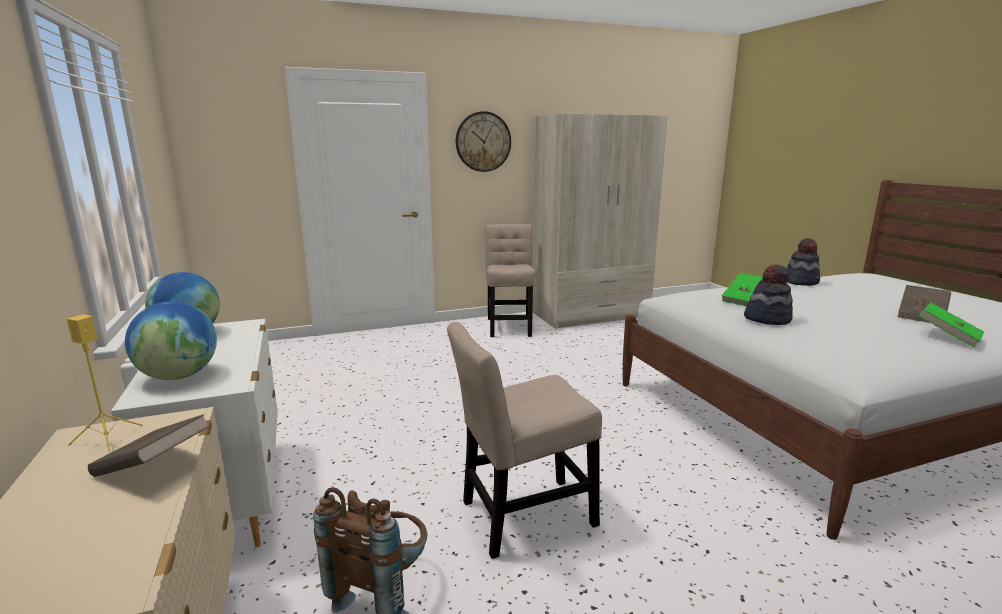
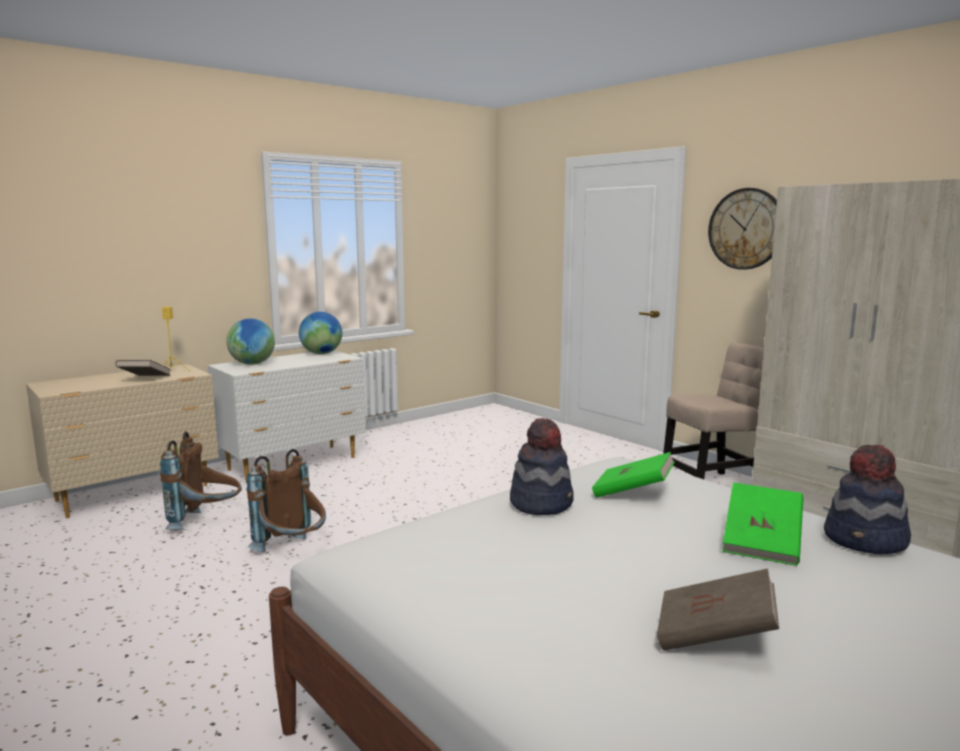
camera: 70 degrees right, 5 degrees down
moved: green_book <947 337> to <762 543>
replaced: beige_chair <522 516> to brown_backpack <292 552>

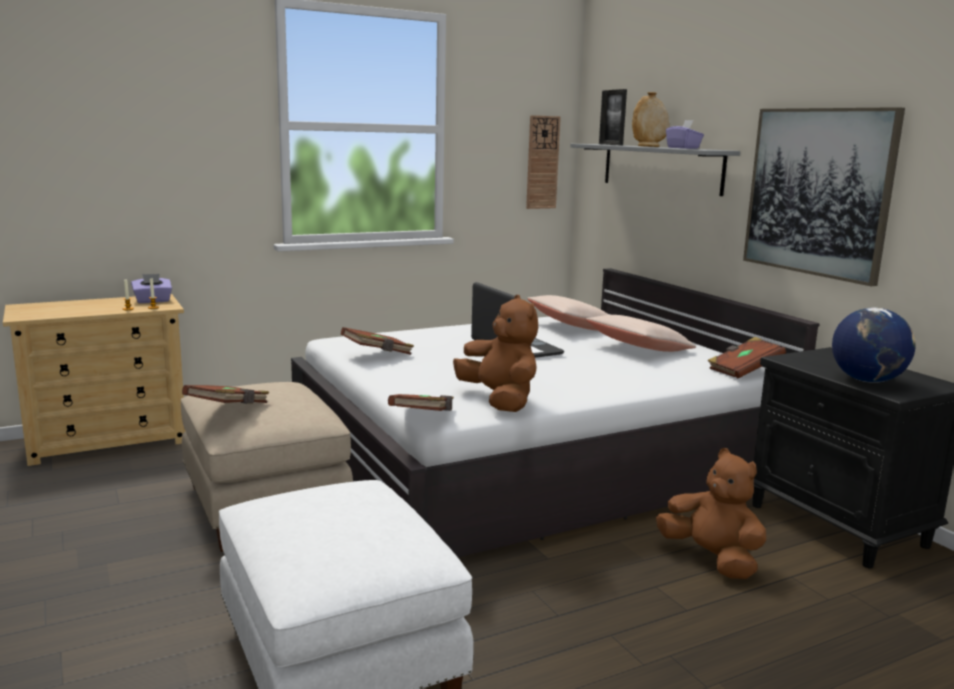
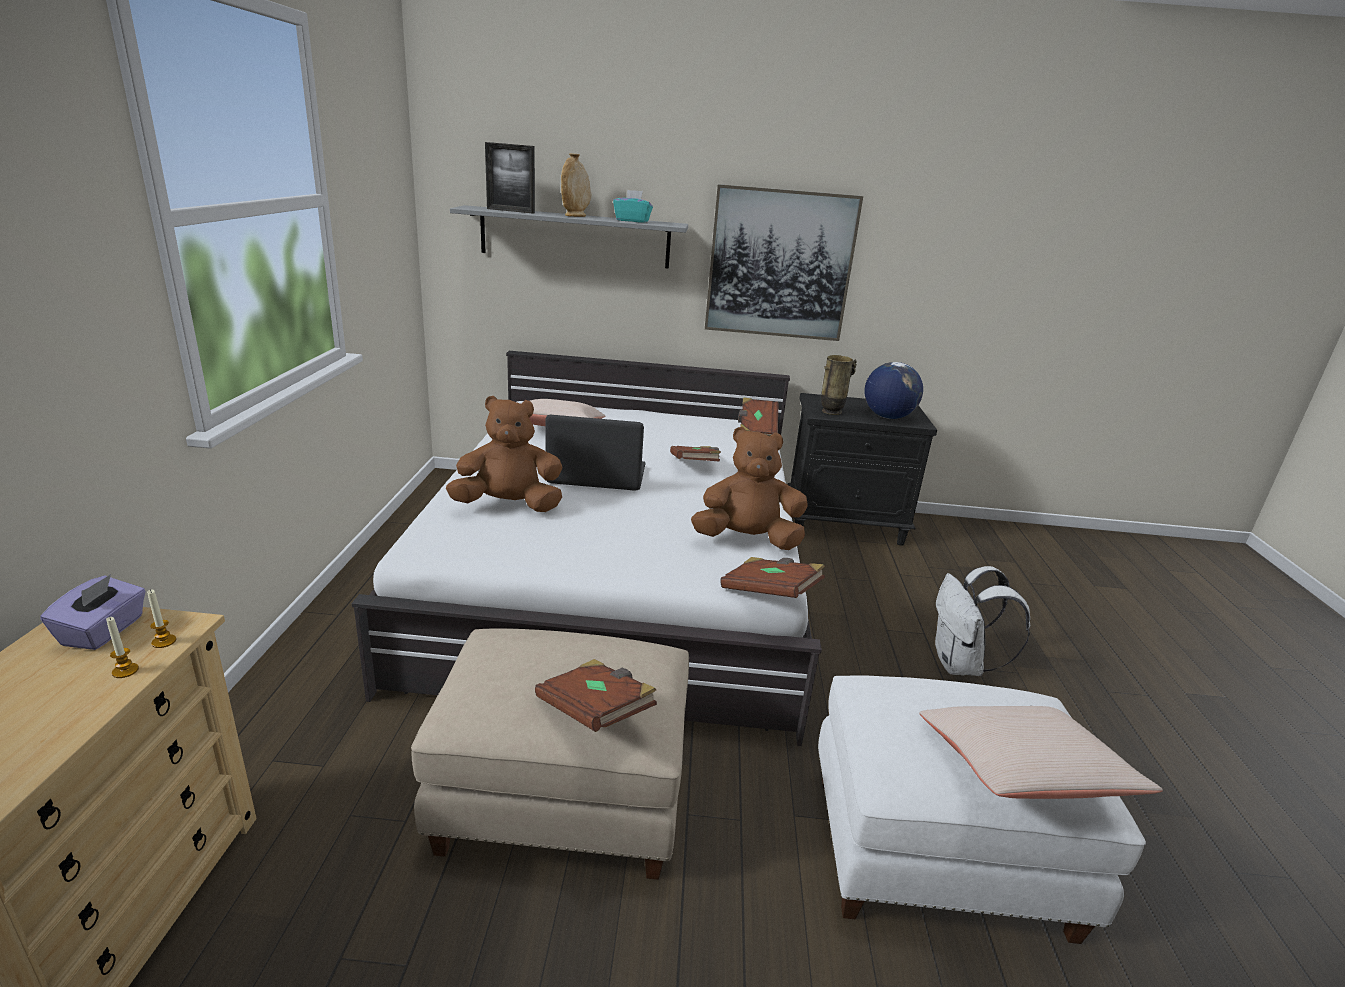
camera: 60 degrees left, 10 degrees up
removed: wall_clock <542 162>
added: vase <831 412>; white_backpack <960 665>
moved: brown_plush_toy <711 559> to <509 505>; brown_book <378 354> to <694 466>; beige_pillow <639 349> to <1021 773>
recoloured: purple_tissue_box <683 148> to turquoise_tissue_box <632 221>

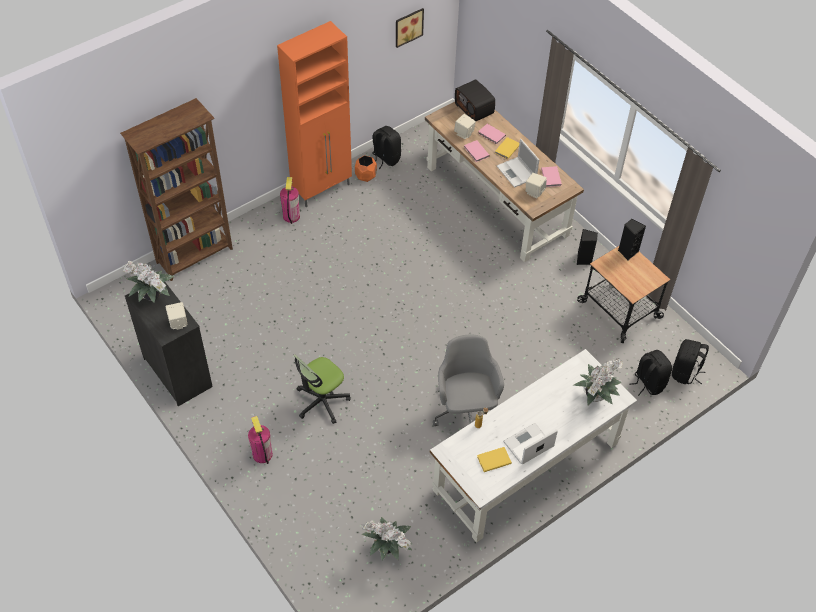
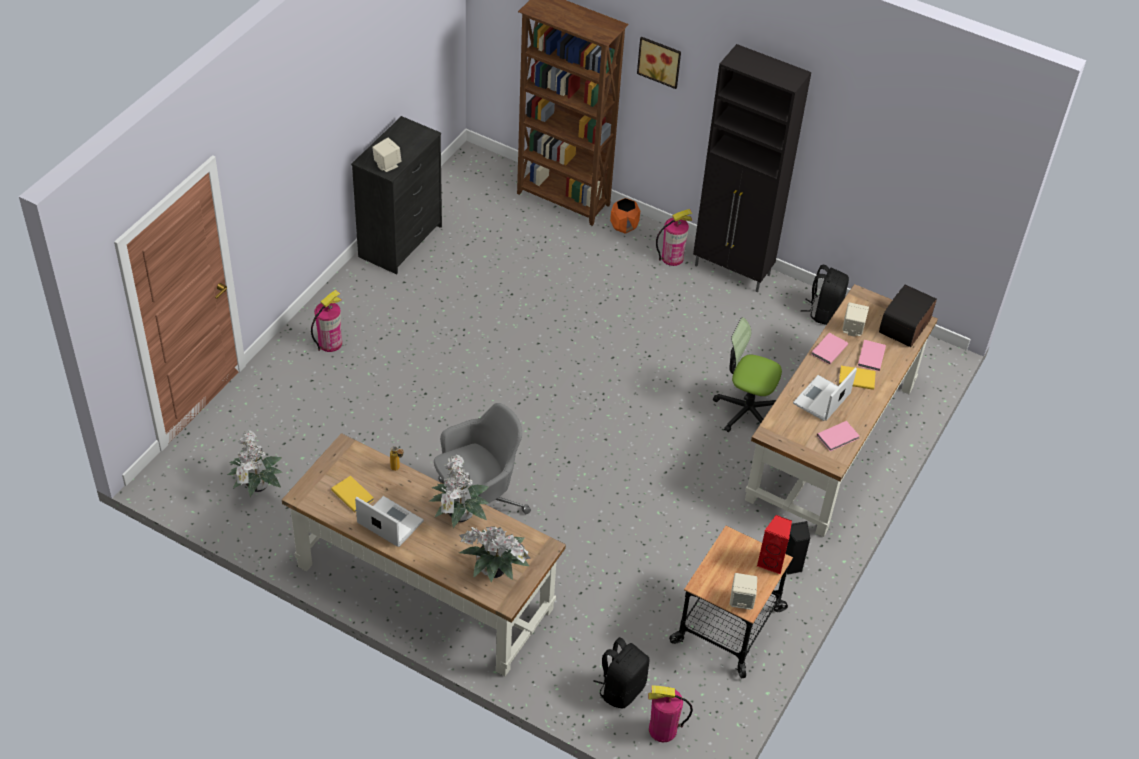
camera: 65 degrees right, 5 degrees down
moved: potted_plant <153 297> to <459 517>; orange_planter <366 176> to <624 226>; picture <408 26> to <660 61>; office_chair <321 401> to <746 410>; beige_speaker <534 192> to <741 600>
replaced: black_backpack <685 373> to fire_extinguisher <662 730>
recoloured: white_desk <526 467> to brown_desk <423 587>; orange_cabinet <322 189> to black_cabinet <733 271>; black_speaker <627 252> to red_speaker <772 562>

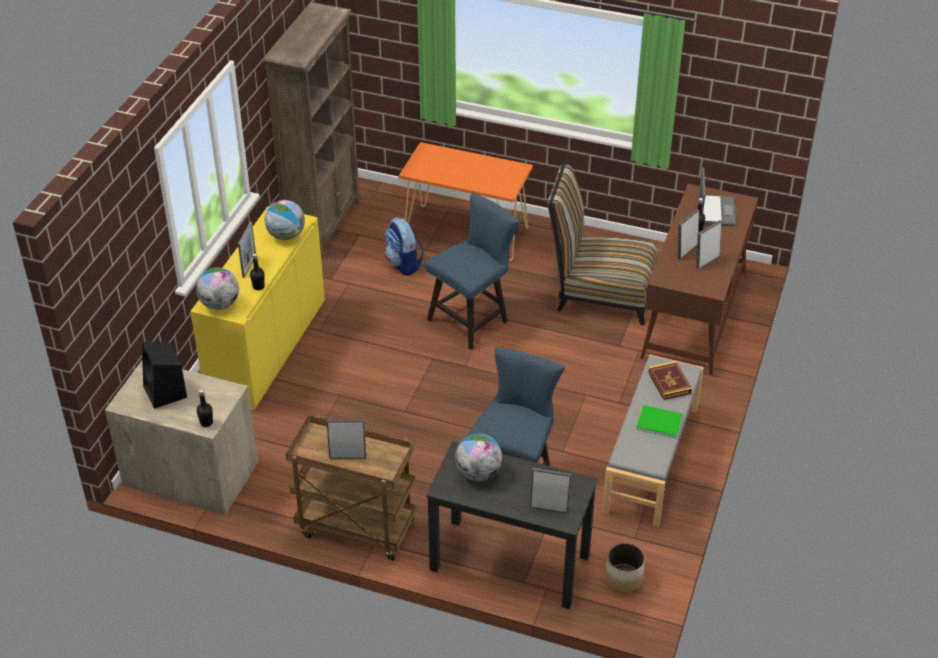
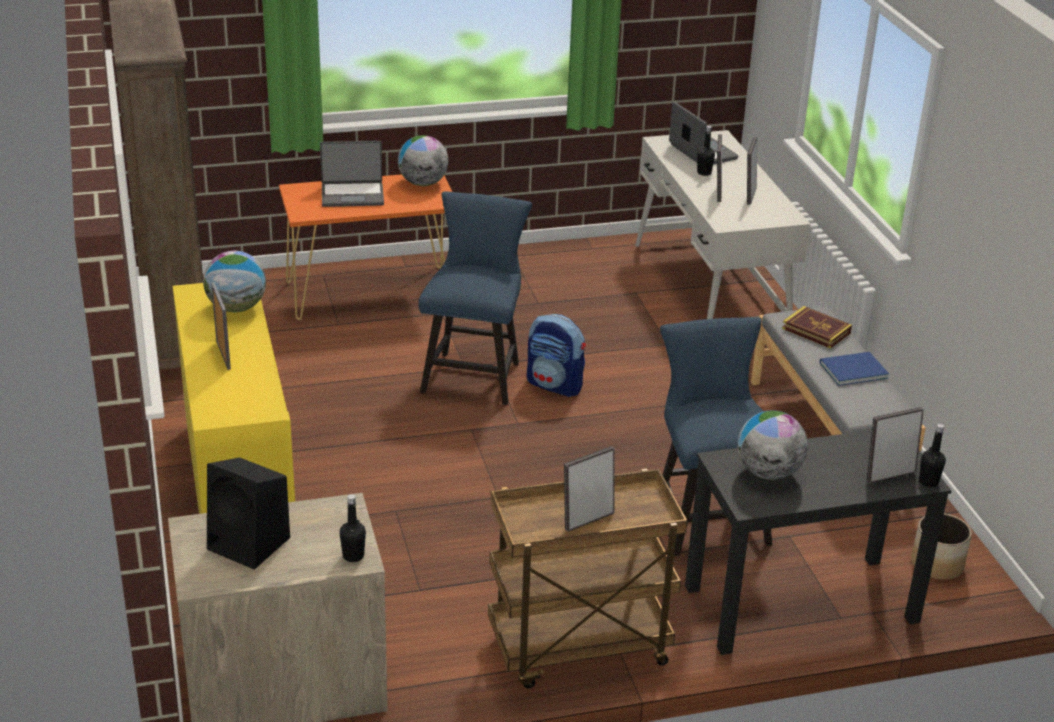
camera: 35 degrees left, 10 degrees down
removed: chair <599 292>
added: laptop <352 195>
moved: globe <220 304> to <423 183>; backpack <404 264> to <555 385>; black_bottle <258 286> to <928 482>
recoloured: brown_desk <694 314> to white_desk <710 289>; green_book <658 421> to blue_book <851 370>

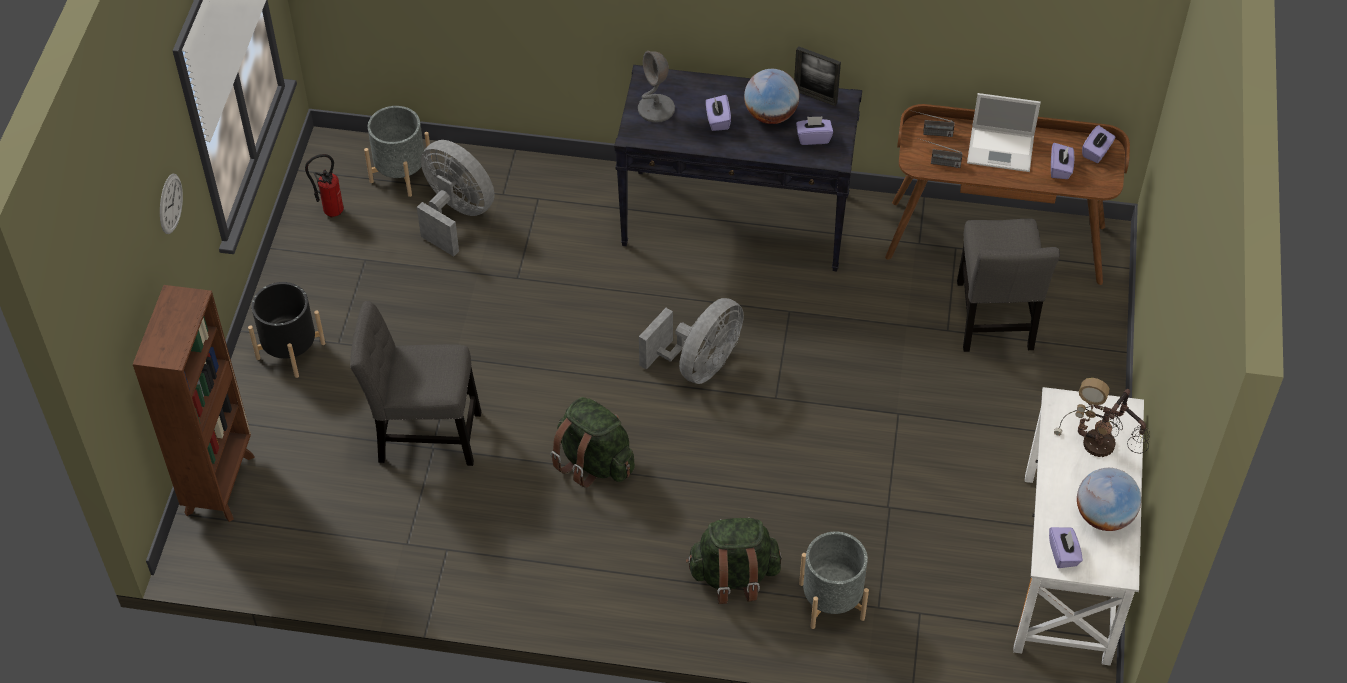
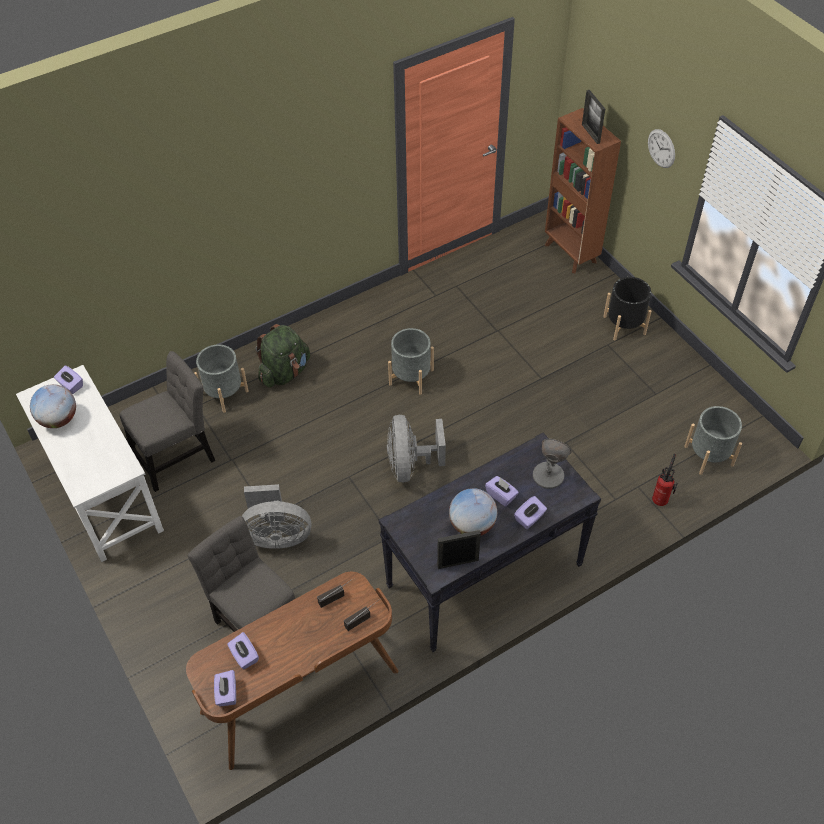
camera: 140 degrees right, 0 degrees up
removed: laptop <1002 149>; table_lamp <1100 446>
added: picture_frame <590 134>
moved: grey_chair <423 435> to <178 457>; grey_fan <455 215> to <276 536>; purple_tissue_box <813 138> to <529 518>; fire_extinguisher <330 212> to <661 499>
replaced: green_backpack <593 462> to grey_planter <411 377>

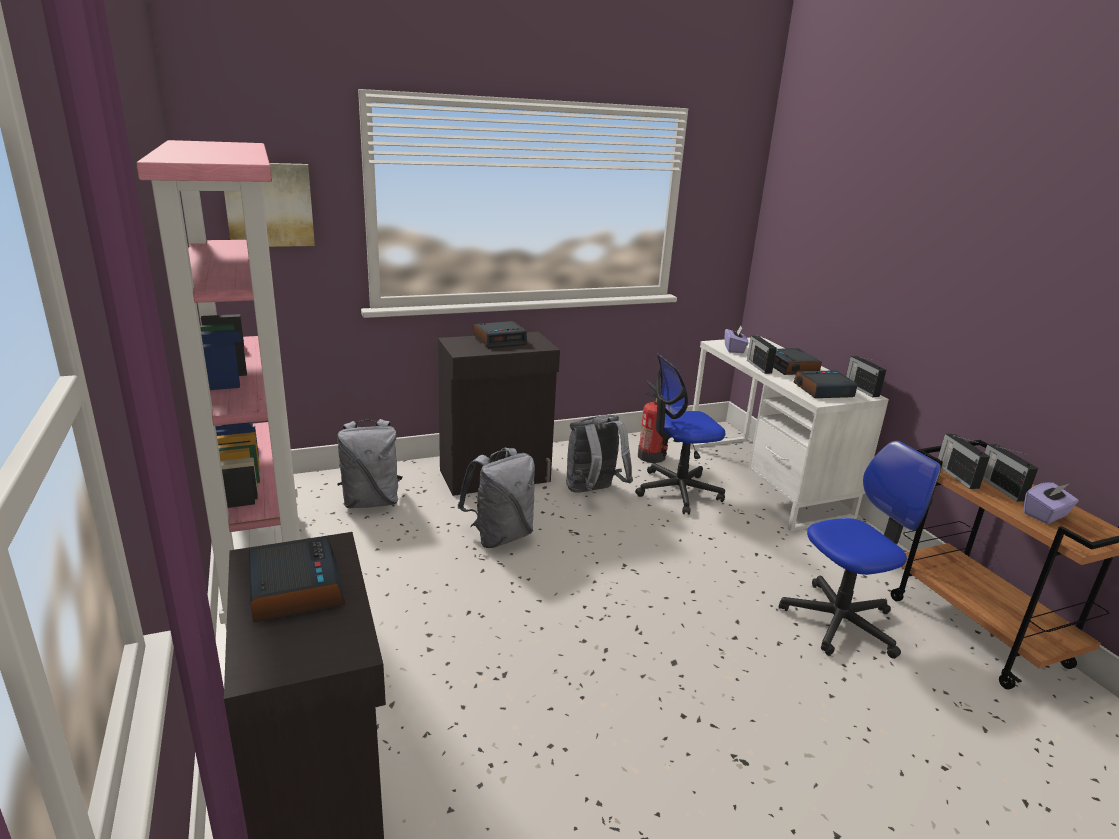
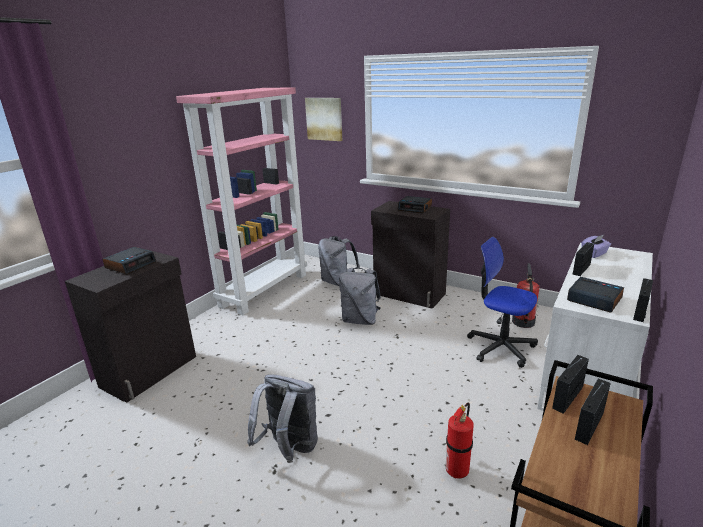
camera: 55 degrees right, 0 degrees up
removed: alarm_clock <792 368>; purple_tissue_box <1045 515>
moved: grey_backpack <593 492> to <289 449>
replaced: office_chair <840 621> to fire_extinguisher <458 470>

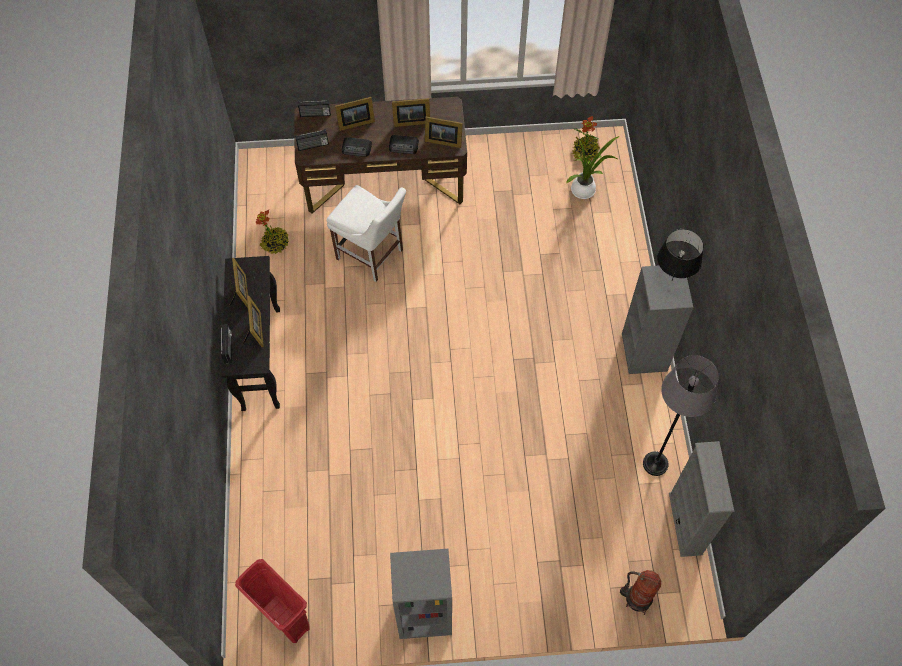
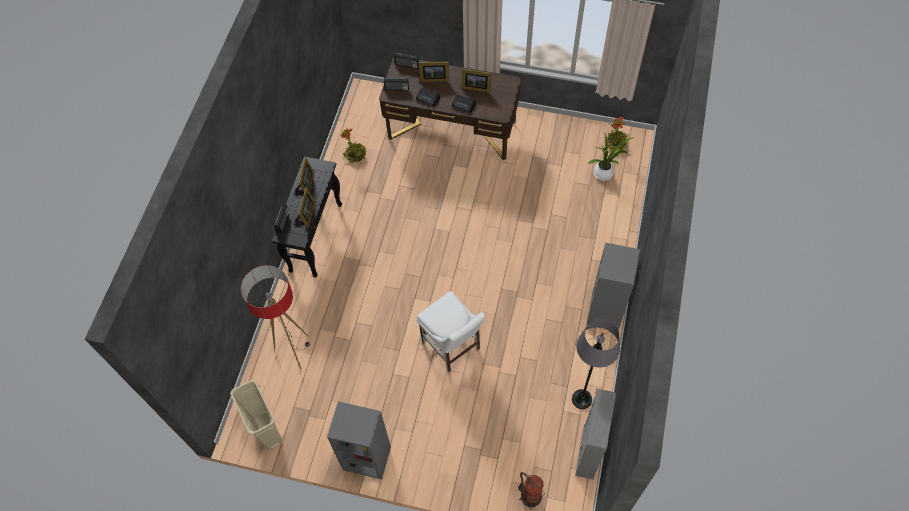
camera: 20 degrees right, 0 degrees up
removed: picture_frame <442 140>; black_table_lamp <672 280>
added: floor_lamp <294 351>
moved: white_chair <372 256> to <452 347>
recoloured: red_trash_can <284 617> to beige_trash_can <267 429>

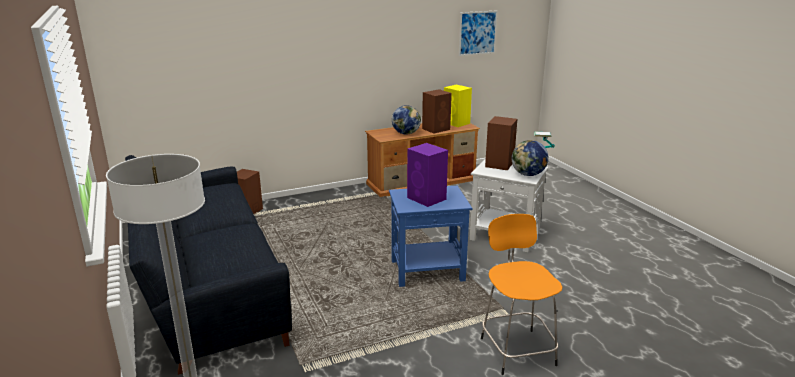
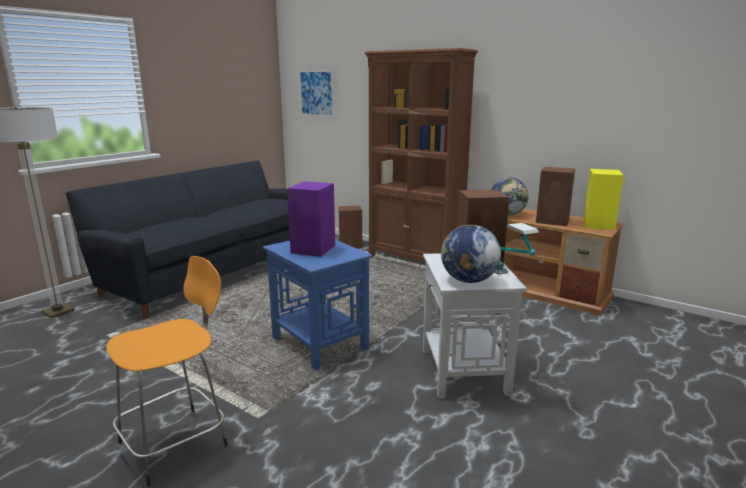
camera: 60 degrees right, 5 degrees down
added: brown_bookcase <415 260>
moved: picture <477 33> to <316 93>

